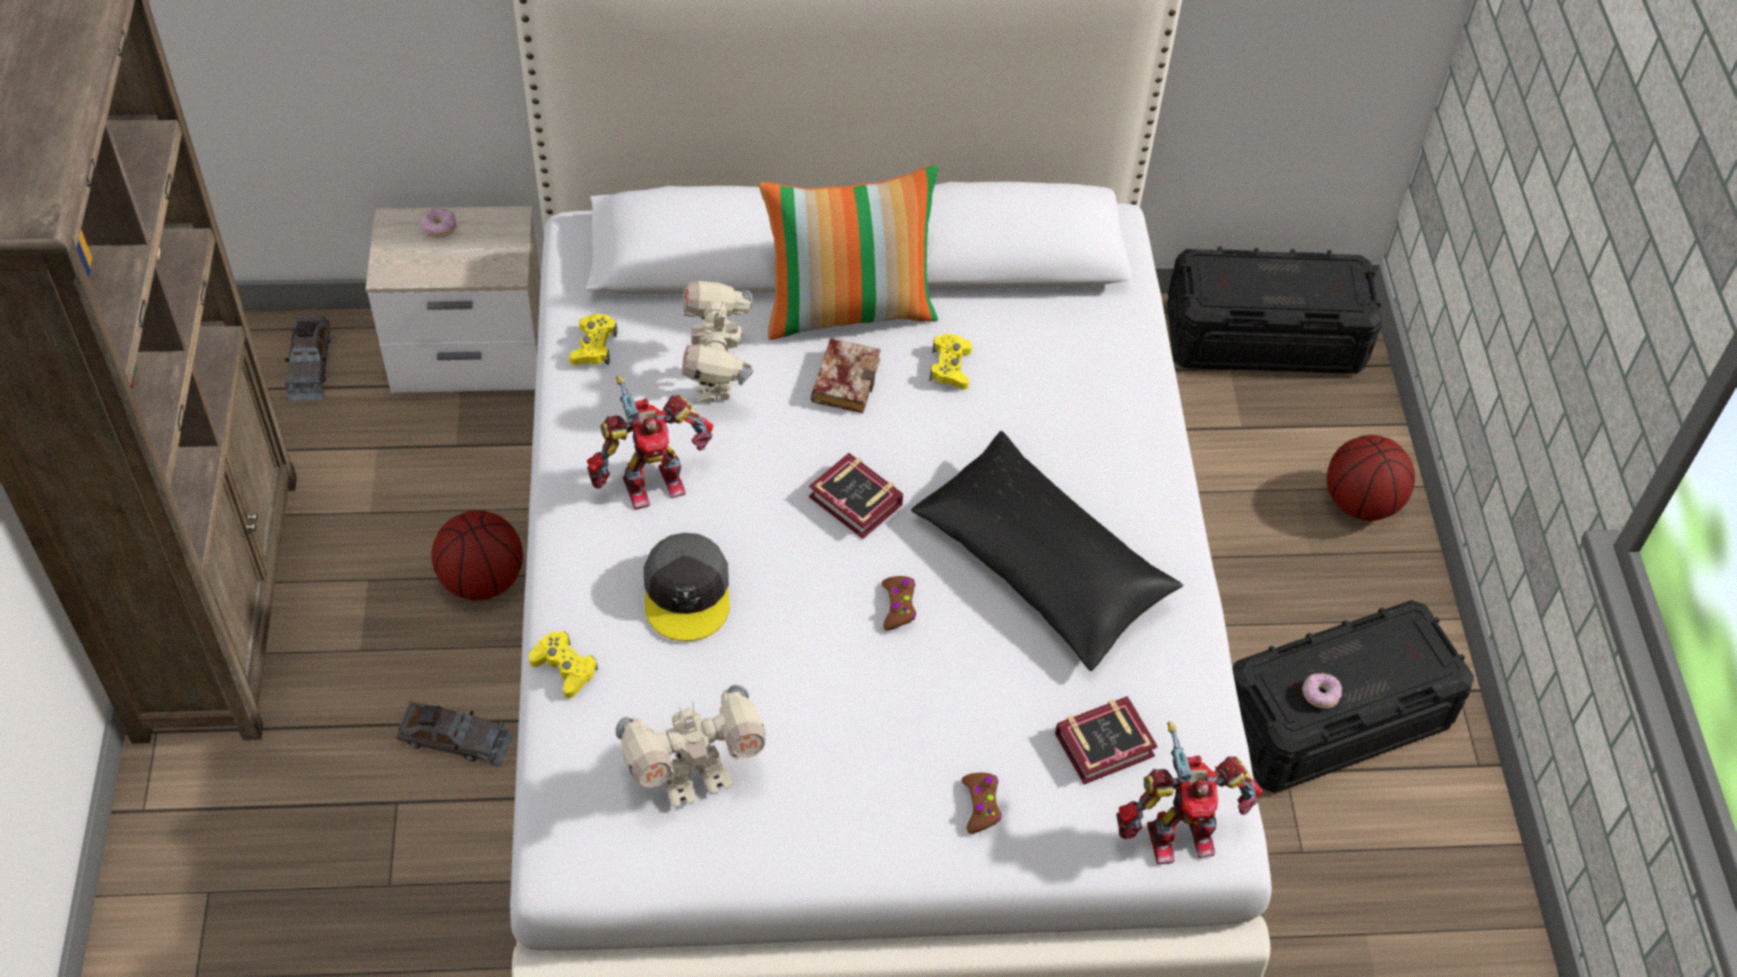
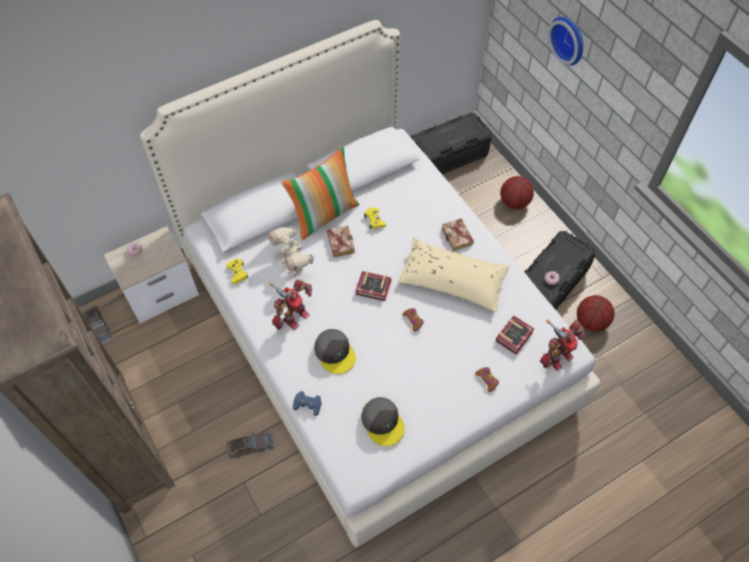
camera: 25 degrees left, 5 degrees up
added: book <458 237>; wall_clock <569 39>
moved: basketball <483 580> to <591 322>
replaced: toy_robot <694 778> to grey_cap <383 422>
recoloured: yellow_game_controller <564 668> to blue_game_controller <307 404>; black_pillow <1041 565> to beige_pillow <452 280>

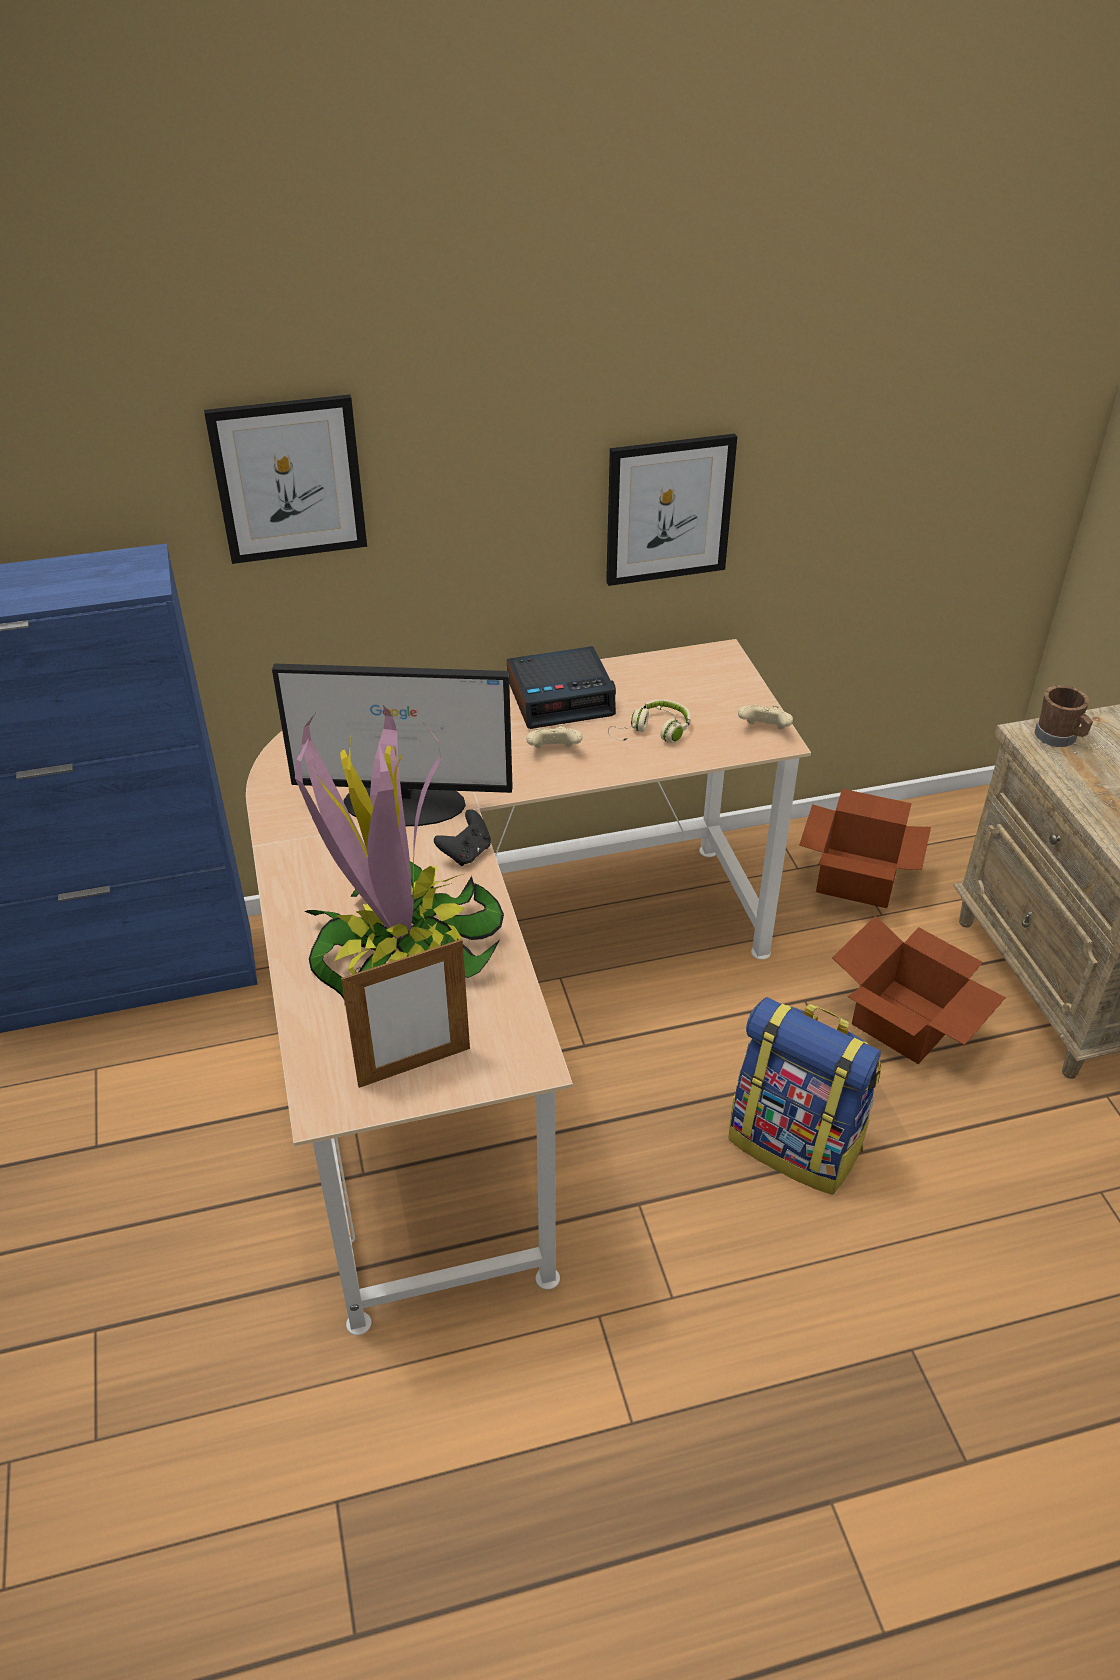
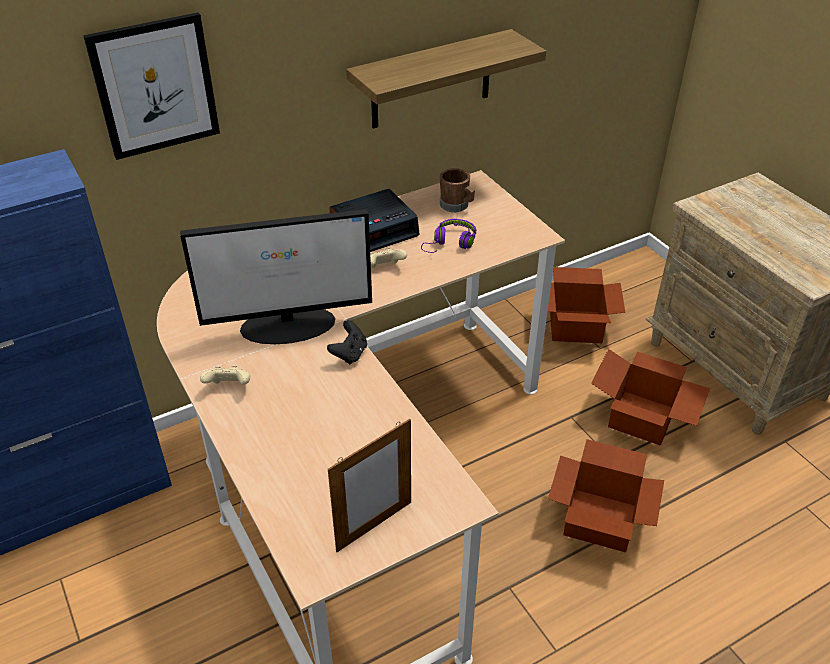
camera: 15 degrees left, 0 degrees up
removed: potted_plant <401 950>
moved: beige_game_controller <764 730> to <229 387>; brown_mug <1059 738> to <456 206>
replaced: picture <668 509> to shelf <431 80>; backpack <796 1143> to cardboard_box <601 518>
recoloured: beige_headphones <653 732> to purple_headphones <450 243>

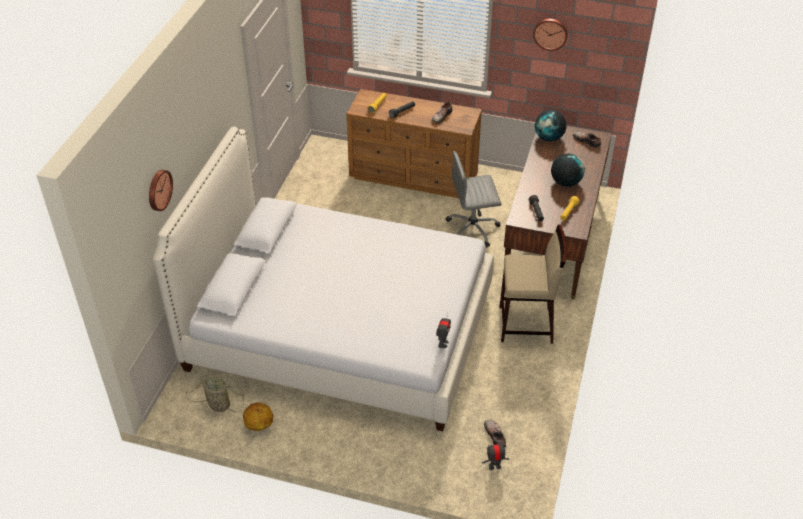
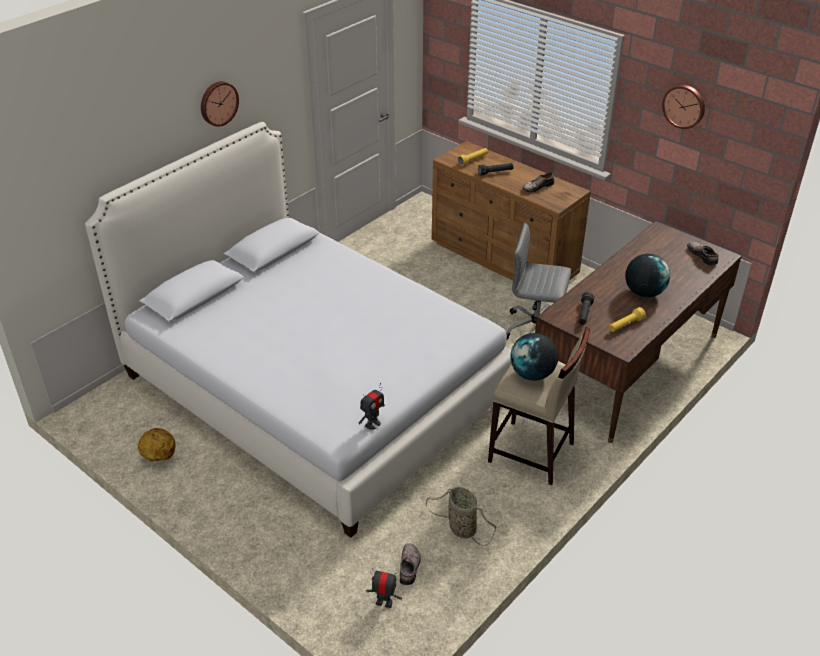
camera: 25 degrees right, 5 degrees down
moved: wall_clock <158 190> to <218 103>; basket <217 405> to <460 527>; globe <549 138> to <532 374>

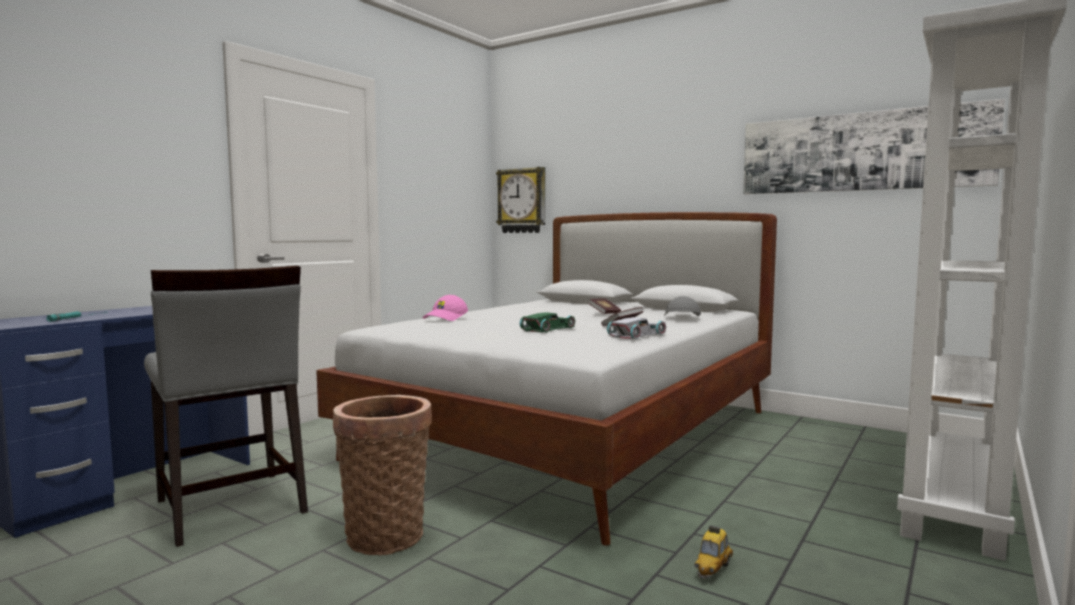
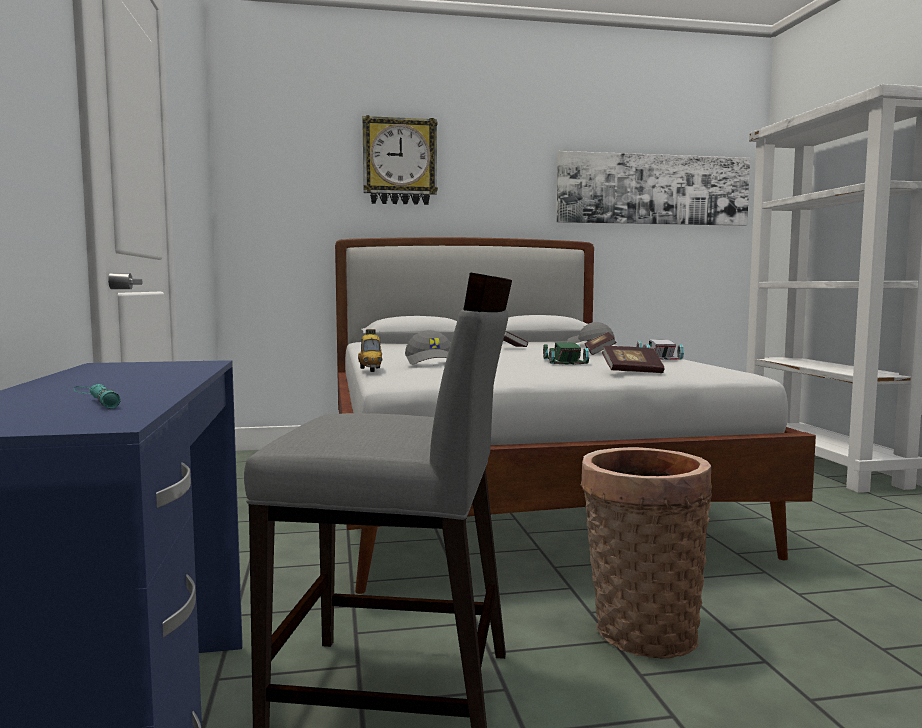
camera: 45 degrees left, 0 degrees up
added: book <632 372>
moved: toy_car <712 569> to <371 370>; wall_clock <522 201> to <399 162>
recoloured: pink_cap <446 318> to grey_cap <432 362>

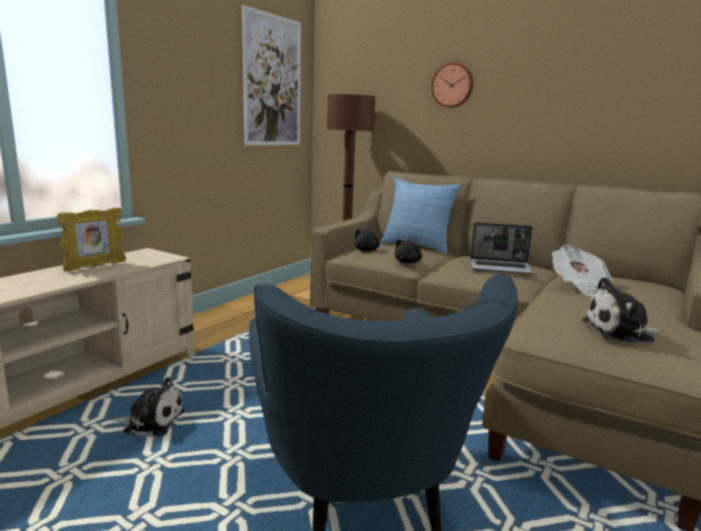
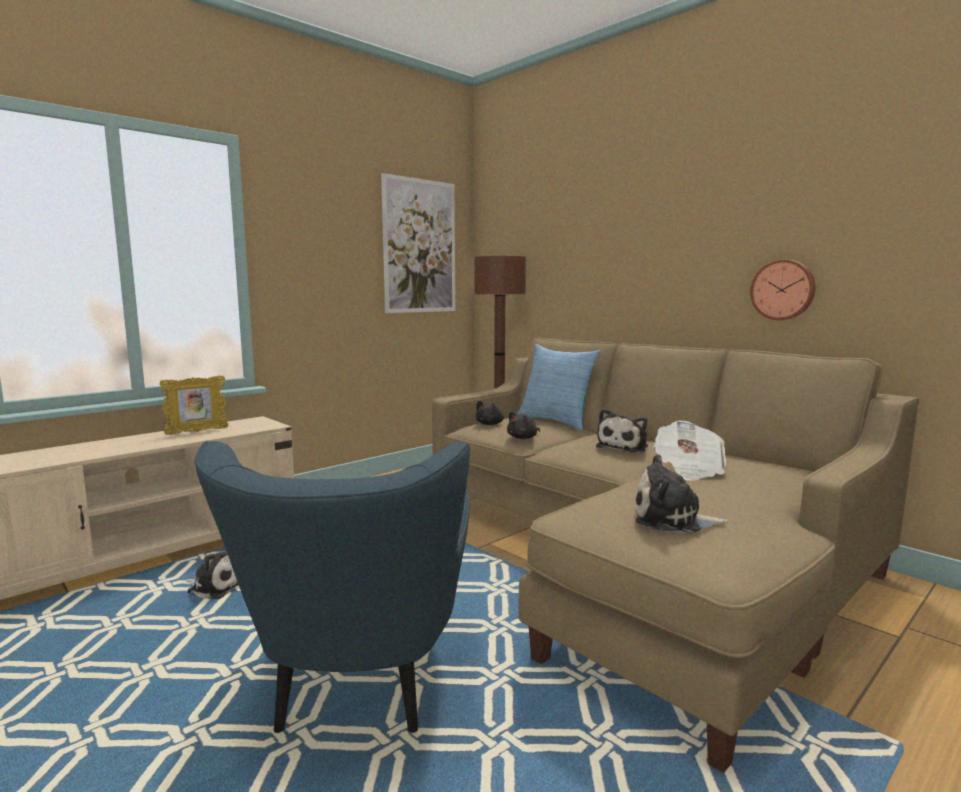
camera: 15 degrees right, 5 degrees down
moved: wall_clock <452 85> to <783 290>
replaced: laptop <501 268> to plush_toy <624 447>

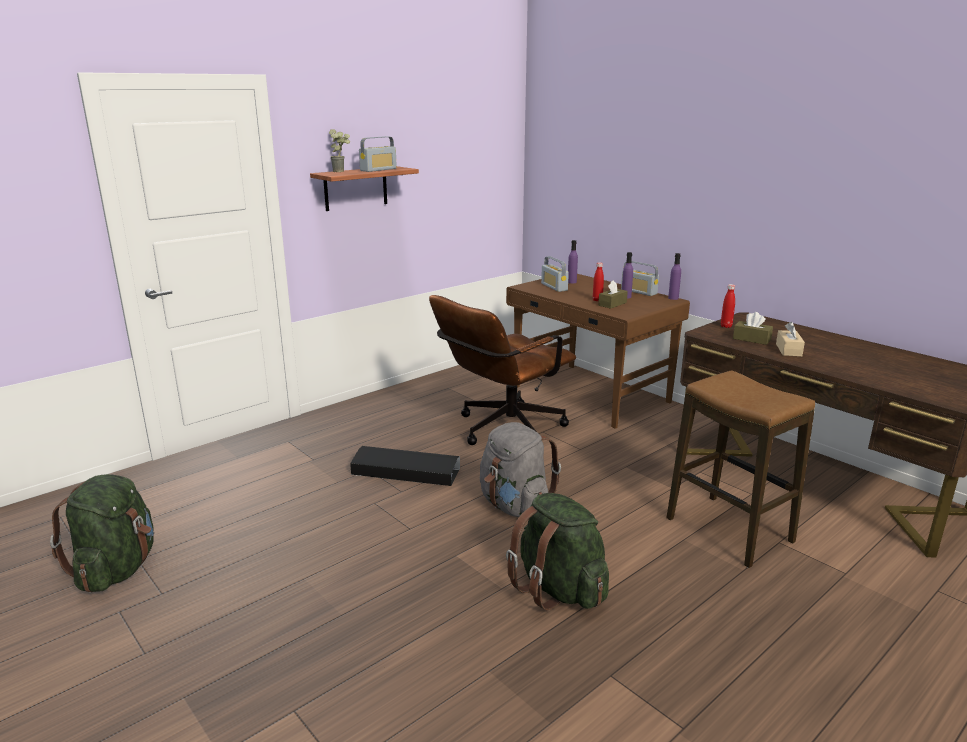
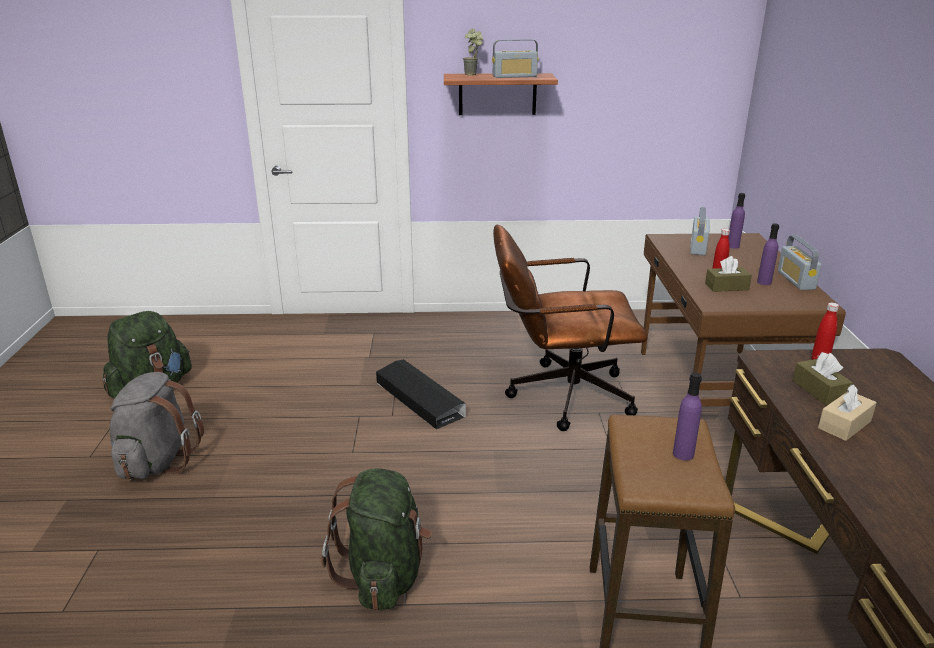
camera: 40 degrees right, 5 degrees up
moved: grey_backpack <515 506> to <158 461>; purple_bottle <673 298> to <683 454>

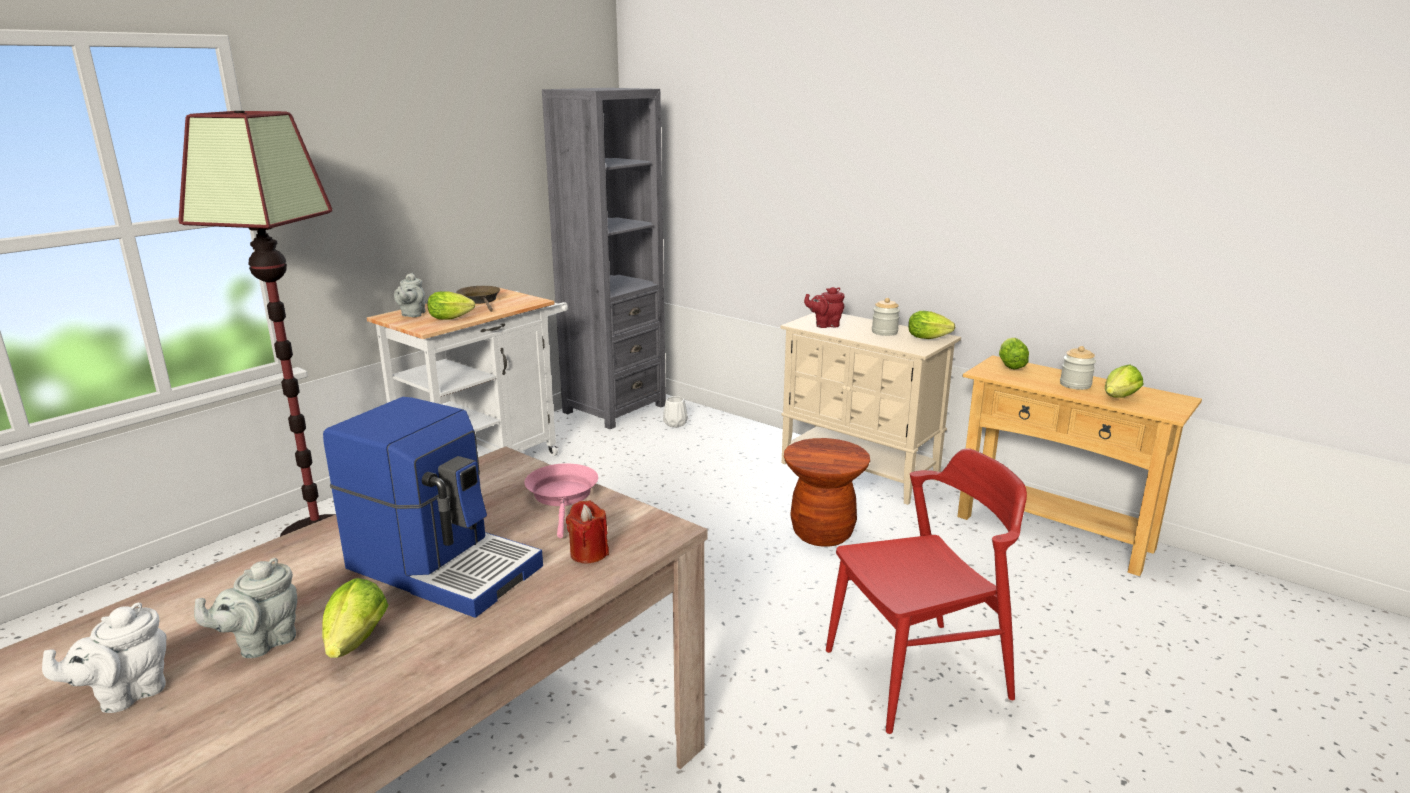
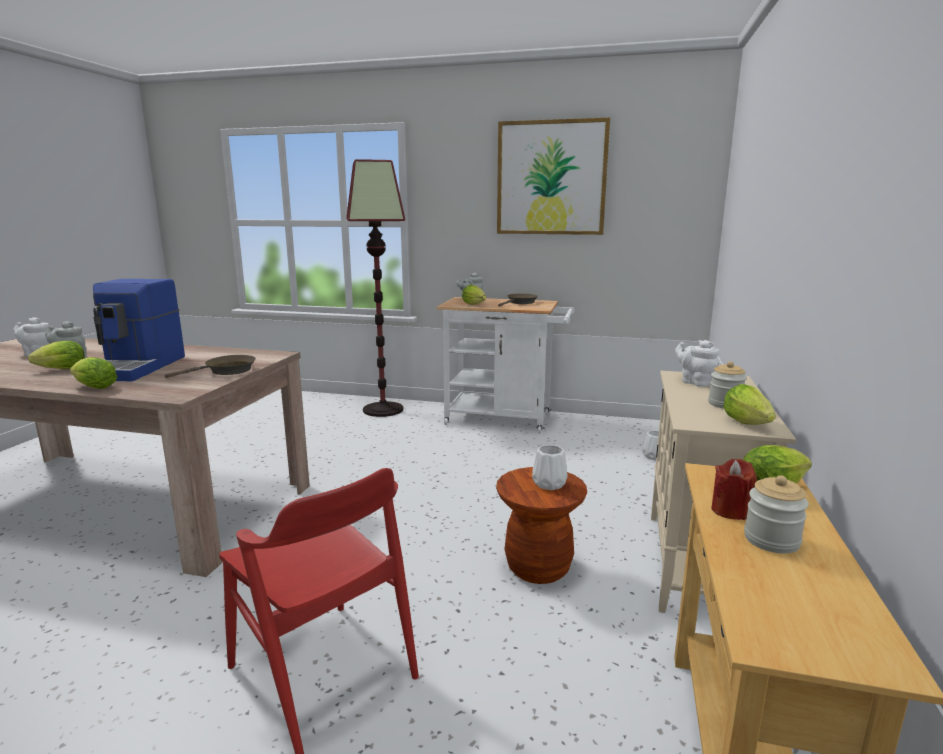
camera: 65 degrees right, 5 degrees down
removed: grey_bookcase <614 409>
added: picture <551 178>; white_vase <548 484>
moved: lettuce <1118 398> to <93 387>; red_candle <589 553> to <730 511>
recoloured: pink_frying_pan <563 497> to brown_frying_pan <226 371>; red_teapot <825 325> to white_teapot <695 382>

